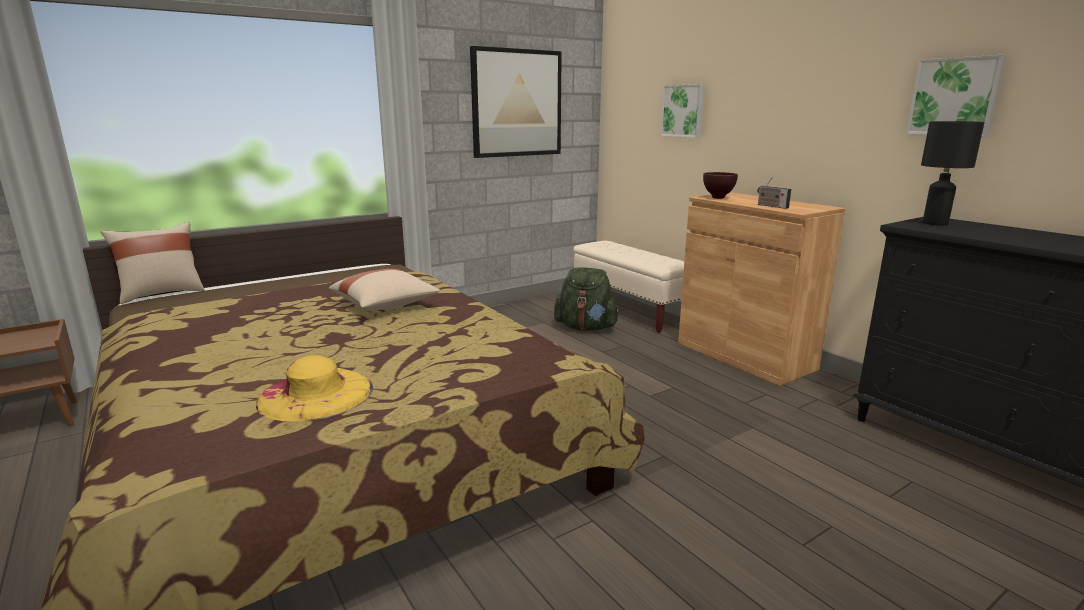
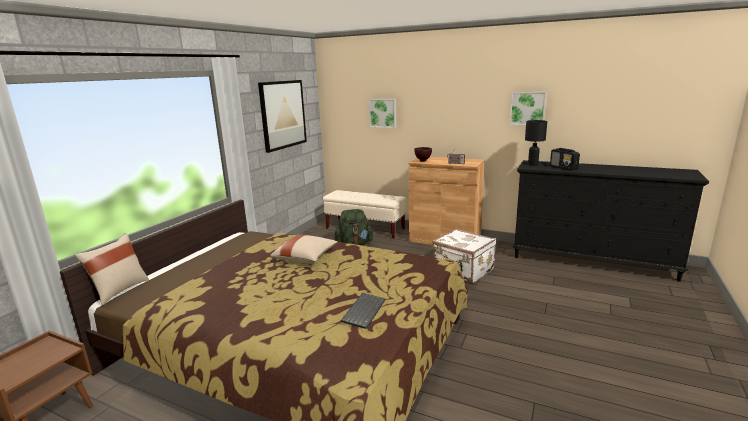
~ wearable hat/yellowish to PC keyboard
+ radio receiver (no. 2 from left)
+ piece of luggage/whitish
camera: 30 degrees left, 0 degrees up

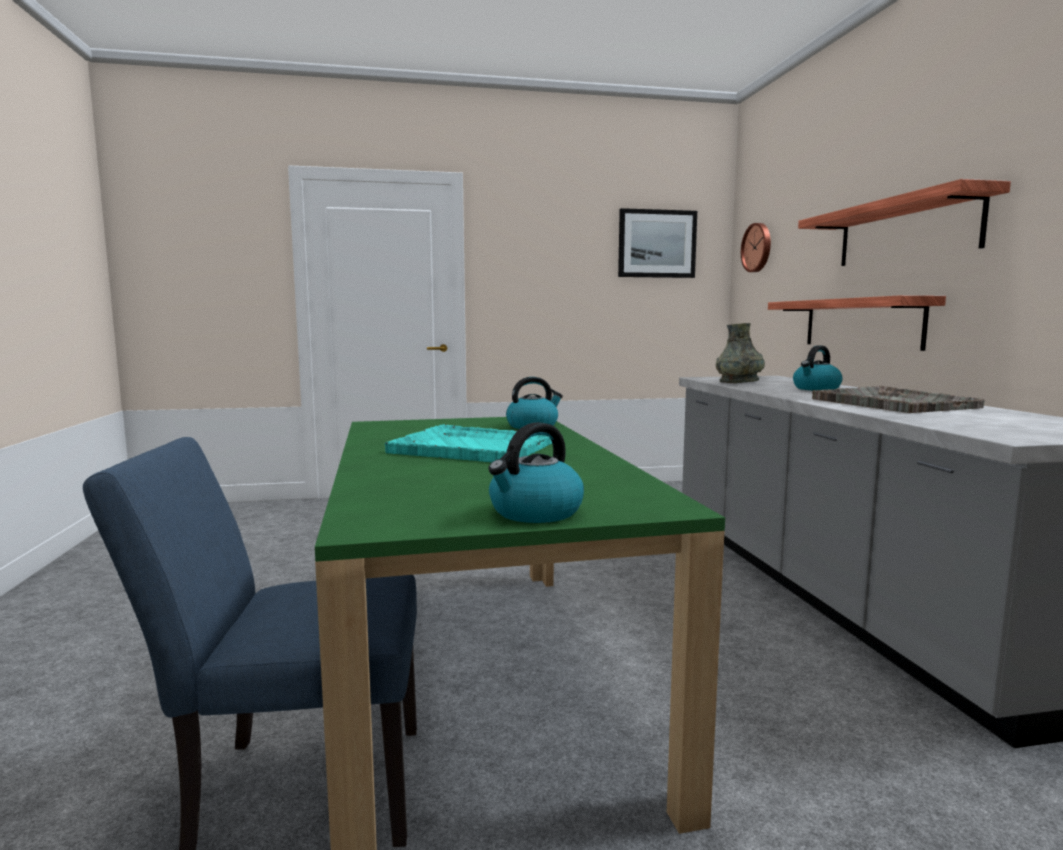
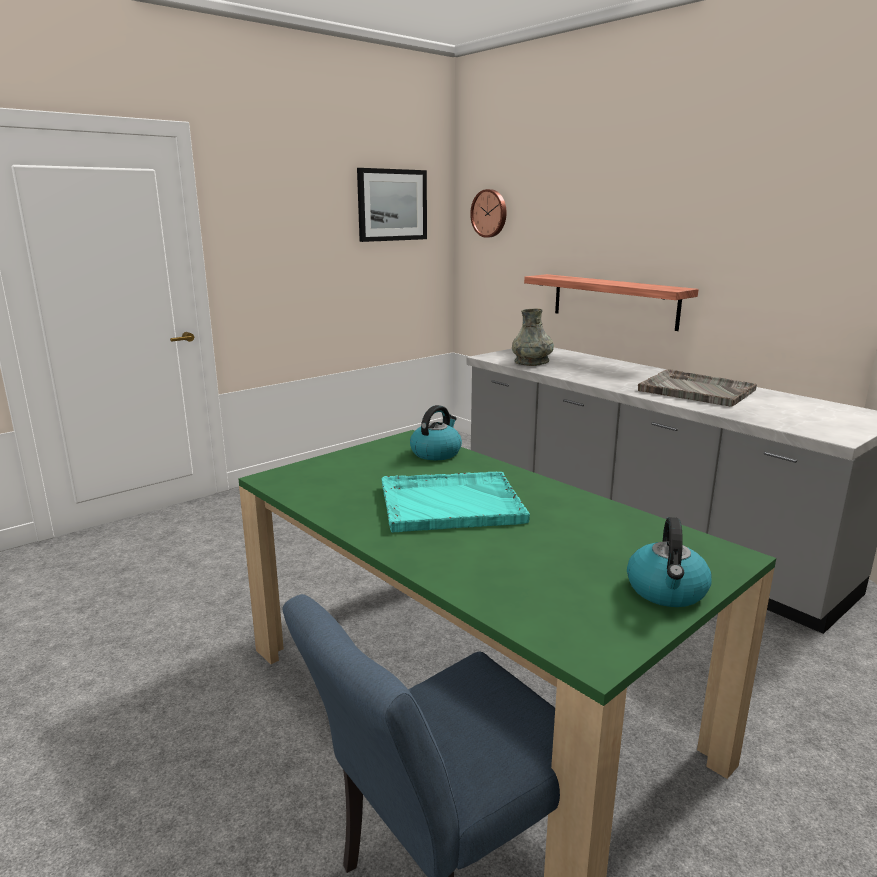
- bracket shelf (no. 2 from left)
- kettle (no. 3 from left)
camera: 30 degrees left, 10 degrees up

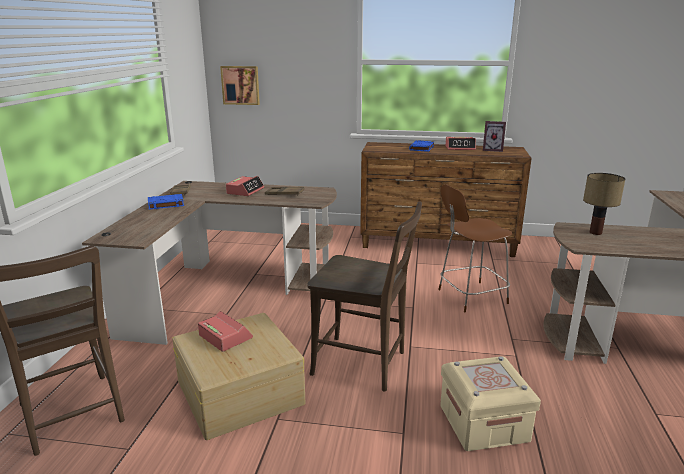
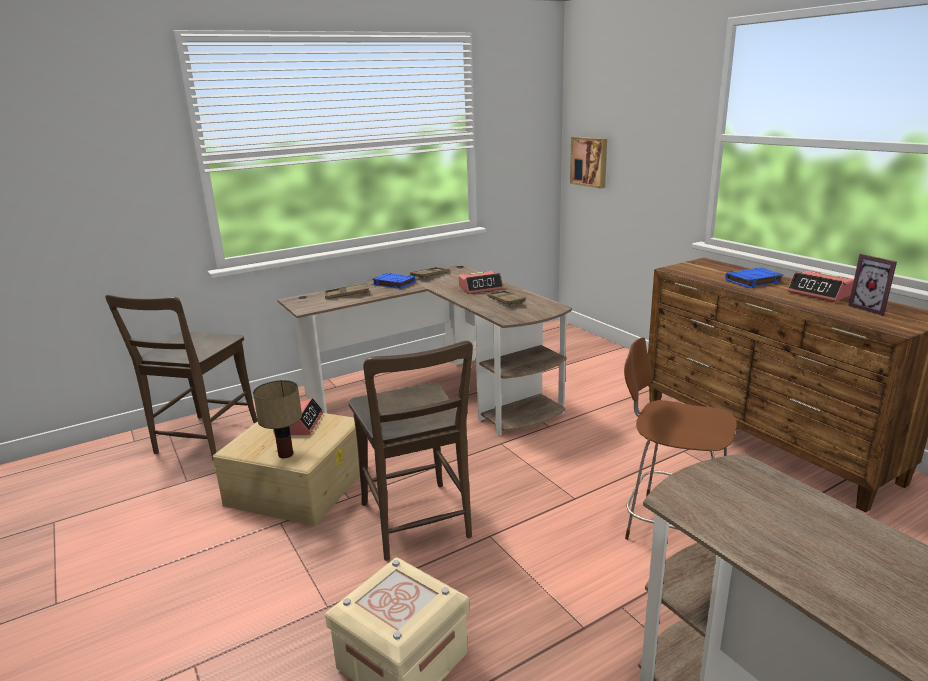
~ tabletop lamp
+ carrying tray/brown-coloured (no. 1 from left)
camera: 50 degrees right, 0 degrees up

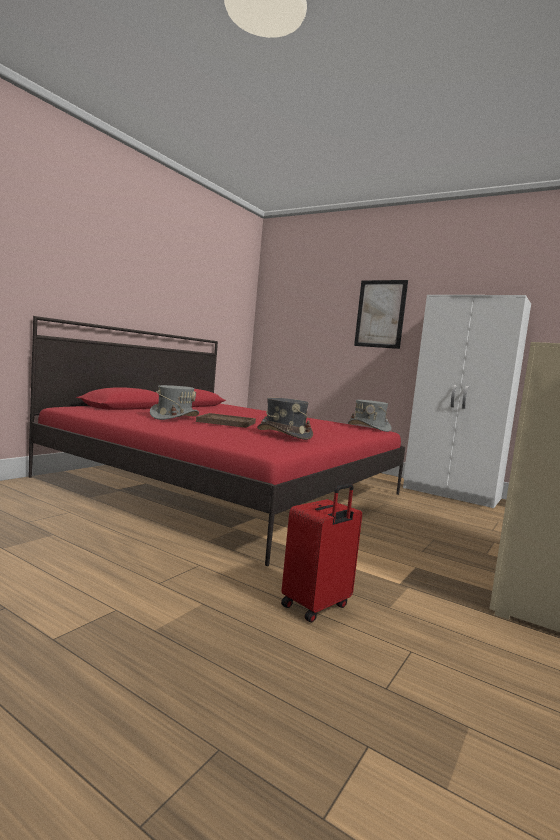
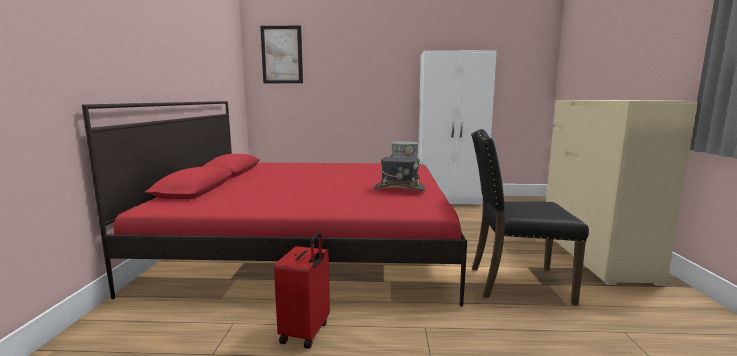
~ wall picture
- wearable hat/greyish (no. 1 from left)
- carrying tray/brown-coloured
~ piece of luggage/reddish
+ plain chair/black-coloured
camera: 30 degrees left, 5 degrees up

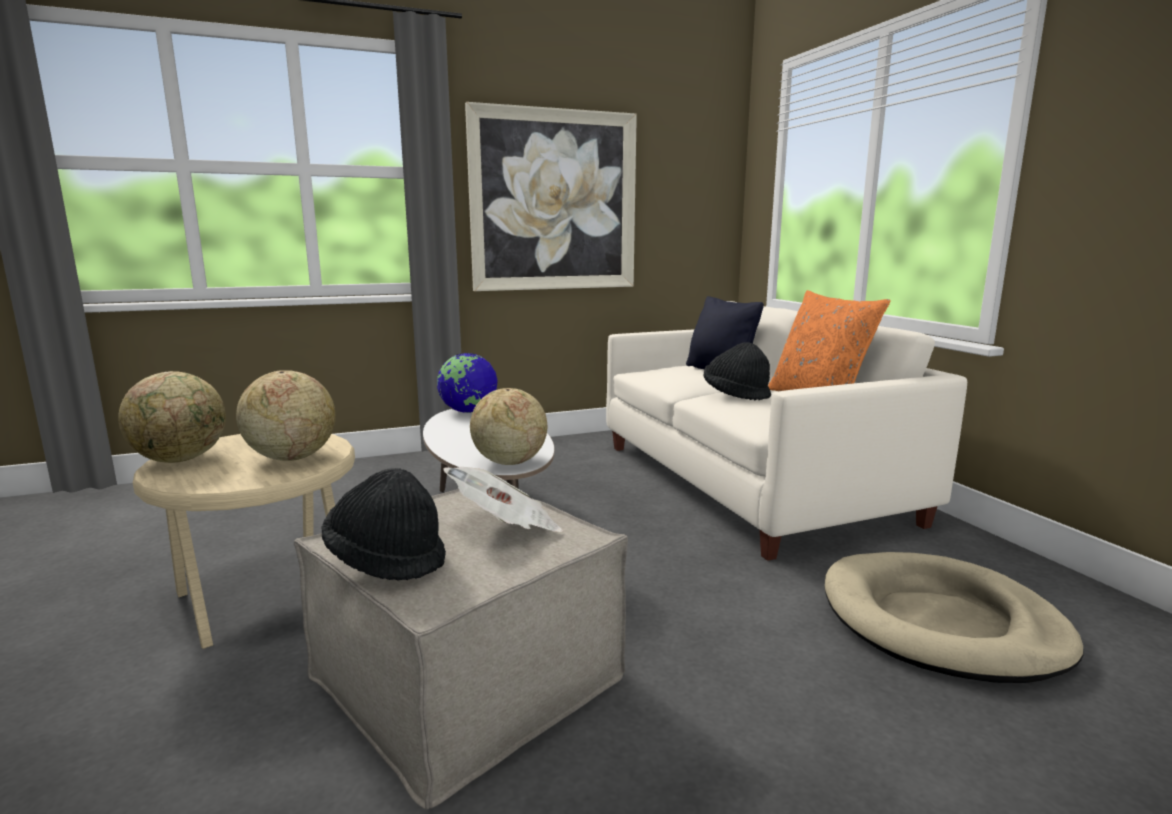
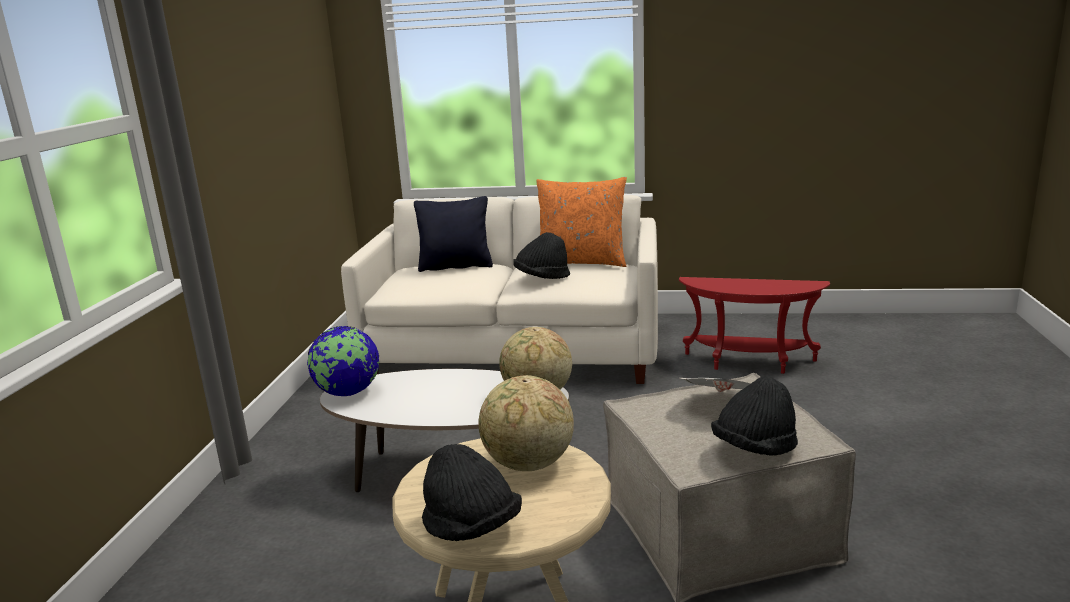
- wall picture
~ globe (no. 1 from left) to wearable hat/black-coloured (no. 1 from left)
~ pet bed/sand-coloured to side table/reddish
camera: 60 degrees left, 5 degrees up

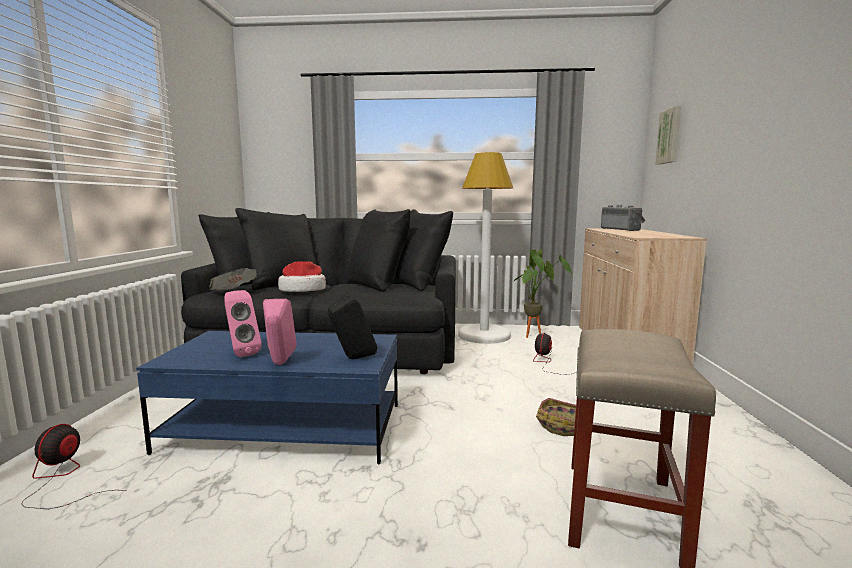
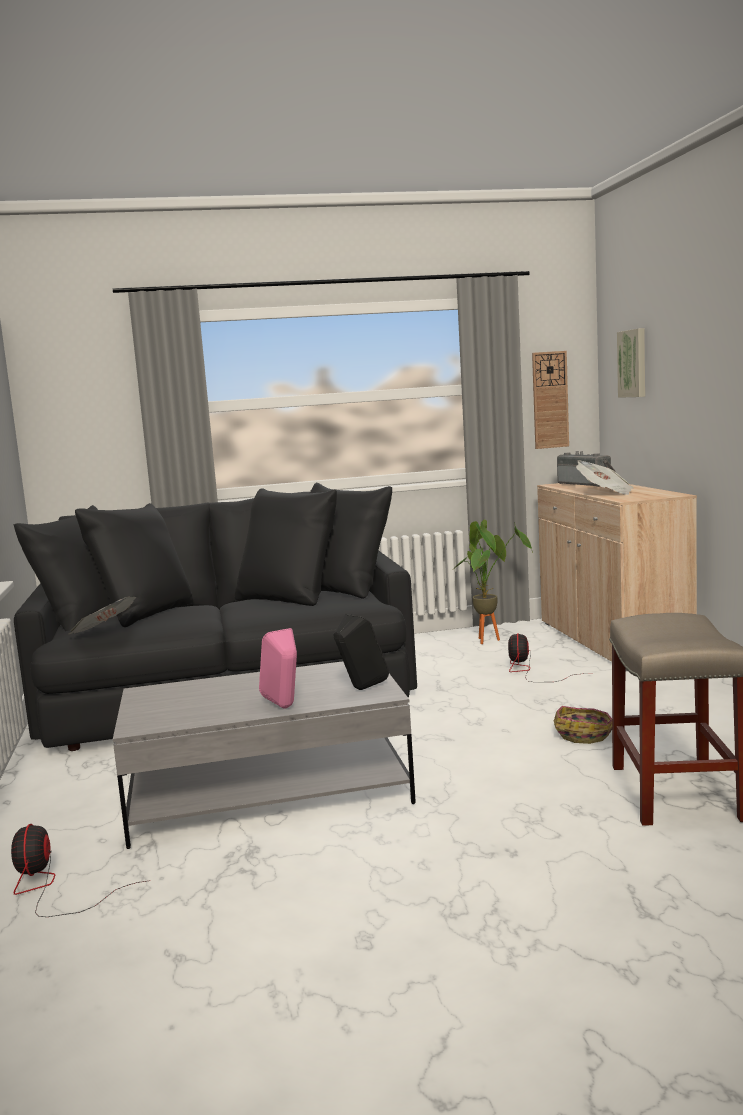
- standing lamp/whitish
- wearable hat
- audio speaker/pink (no. 1 from left)
~ low table/blue to low table/greyish
+ wall clock
+ daily paper (no. 2 from left)
camera: 15 degrees left, 0 degrees up

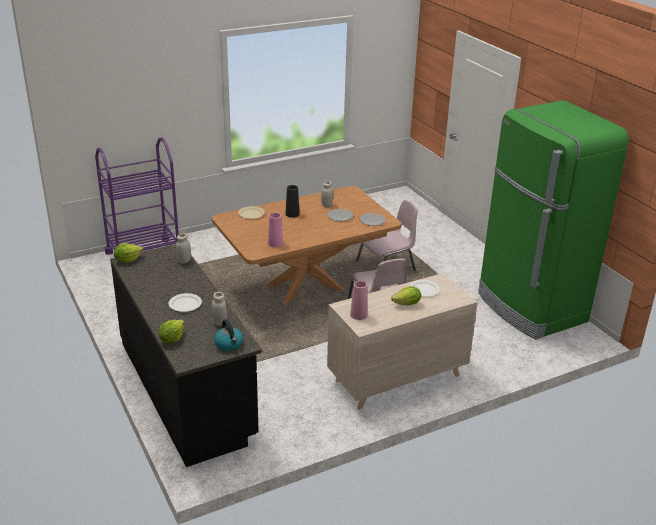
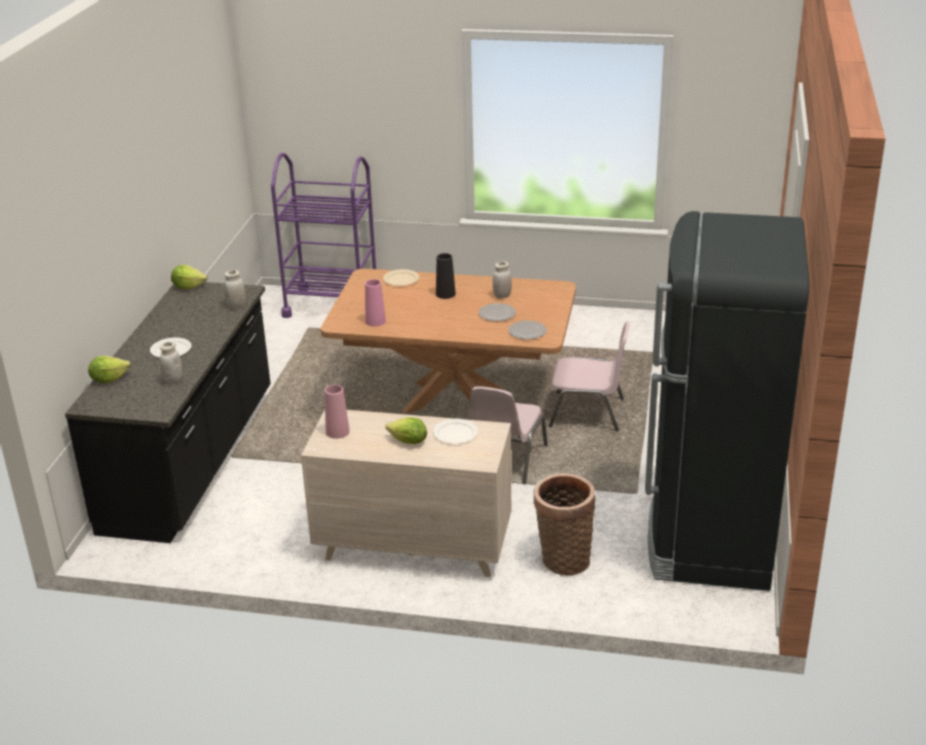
~ fridge/green-coloured to fridge/black-coloured
- kettle
+ household basket
camera: 40 degrees right, 0 degrees up

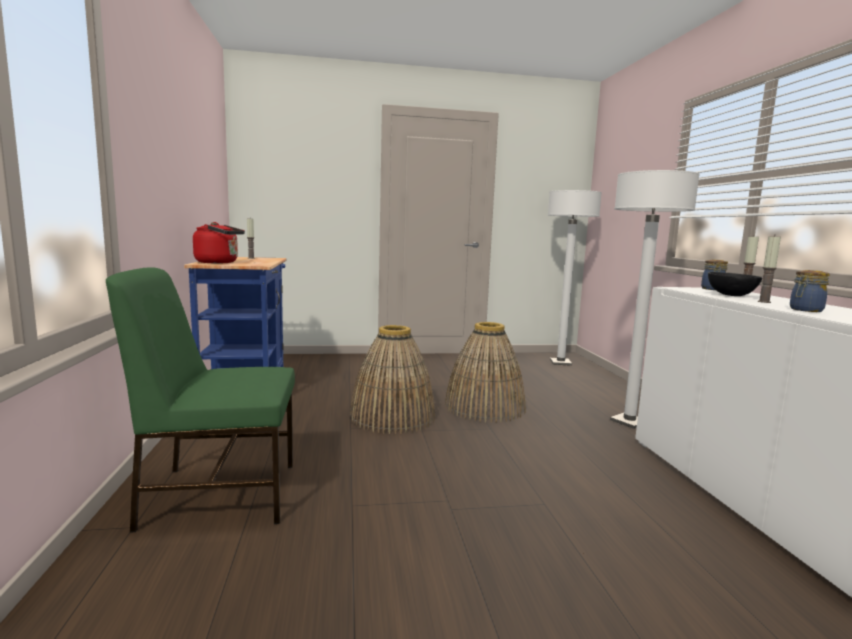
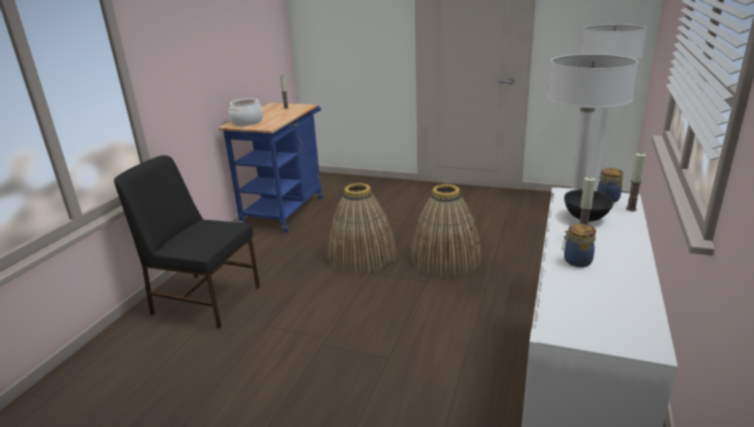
~ kettle/reddish to stockpot
~ plain chair/green-coloured to plain chair/black-coloured
camera: 30 degrees right, 15 degrees up

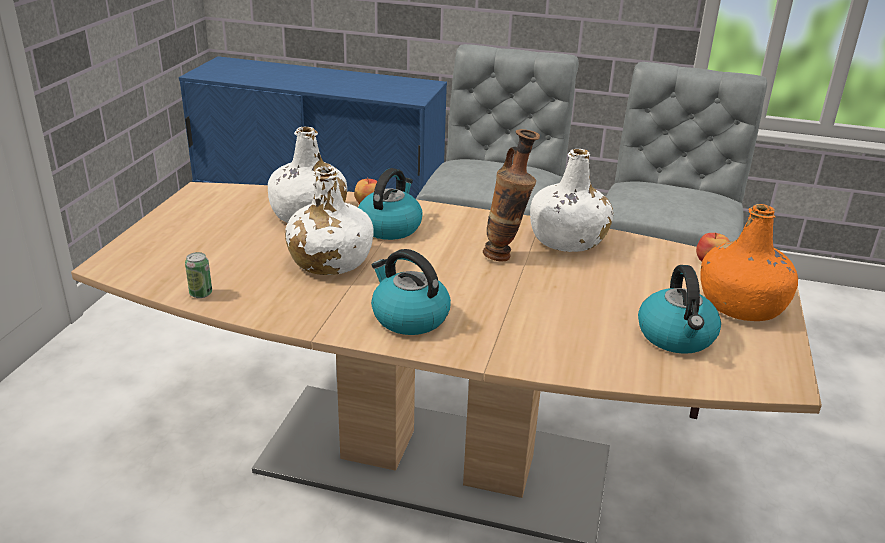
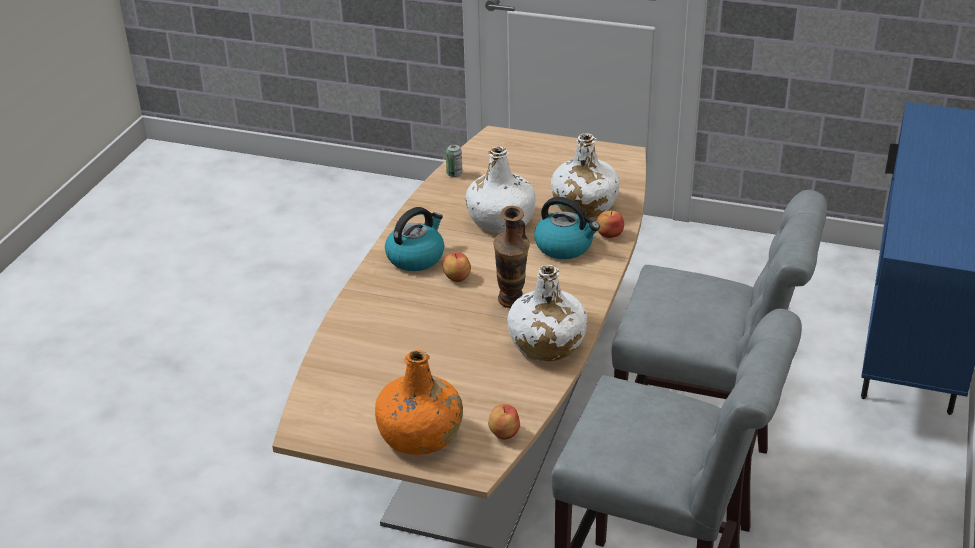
- kettle (no. 3 from left)
+ whole apple (no. 1 from left)
camera: 95 degrees right, 5 degrees up

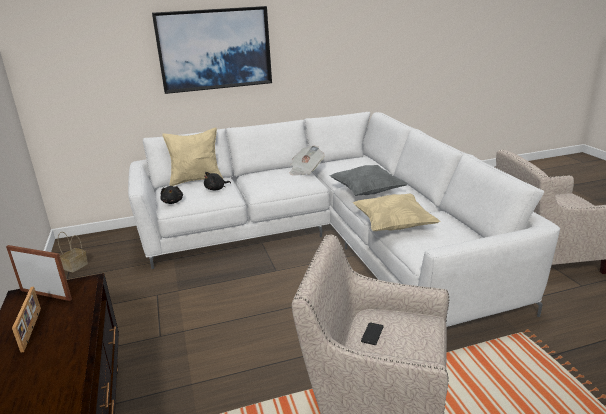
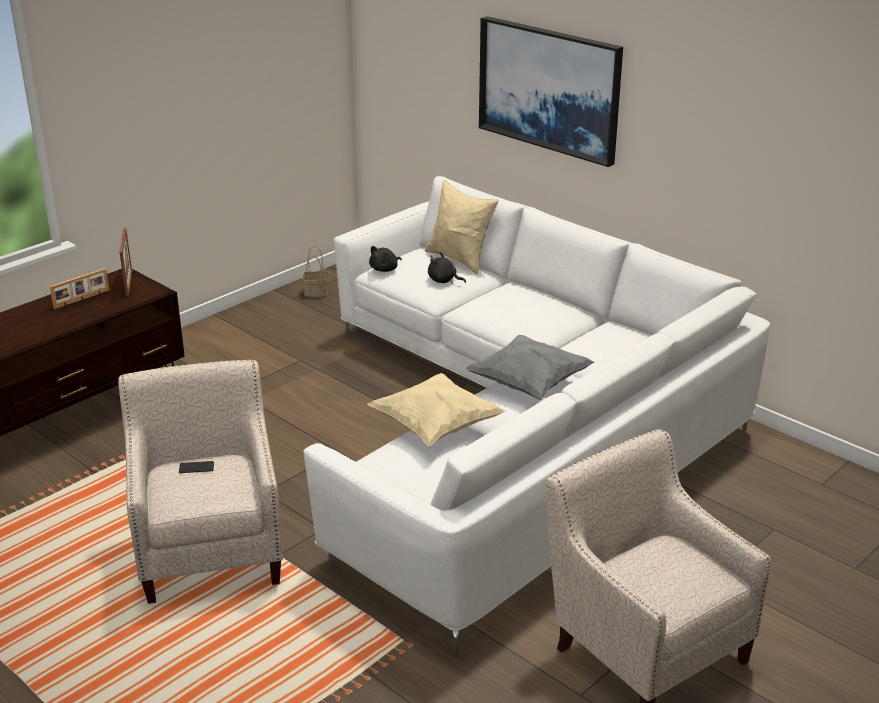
- daily paper
camera: 60 degrees right, 5 degrees up

